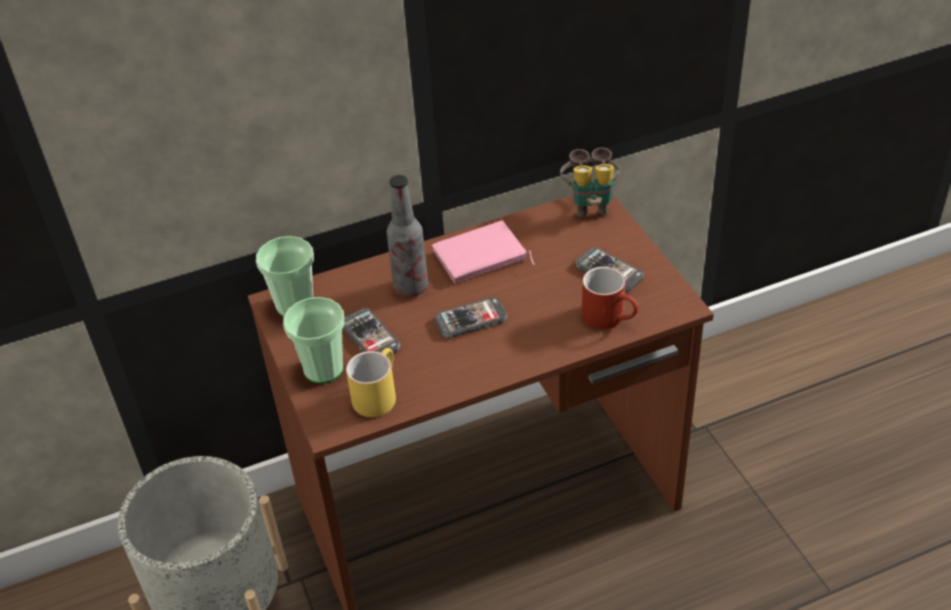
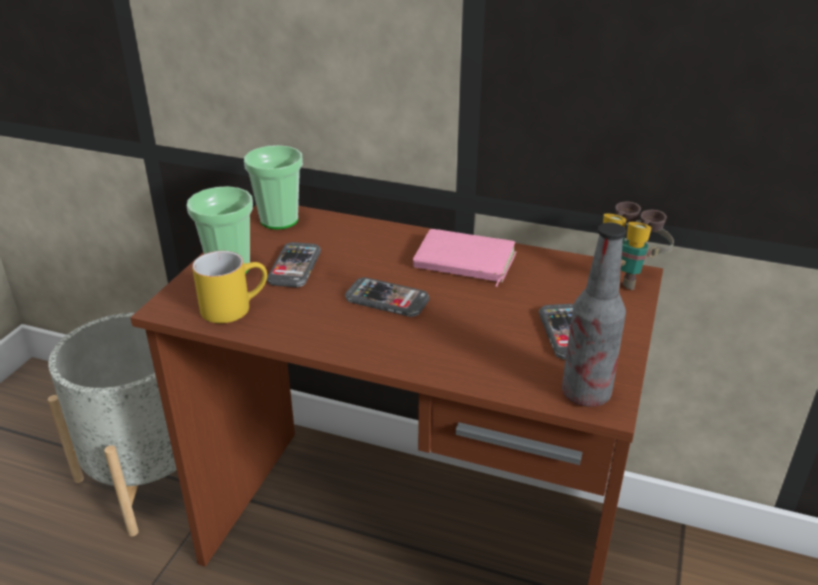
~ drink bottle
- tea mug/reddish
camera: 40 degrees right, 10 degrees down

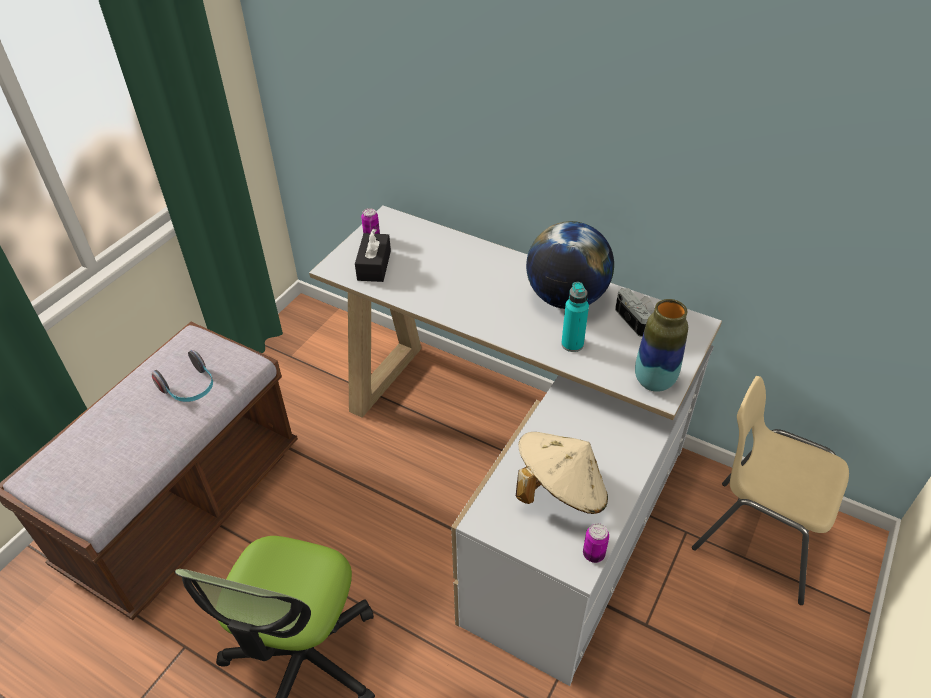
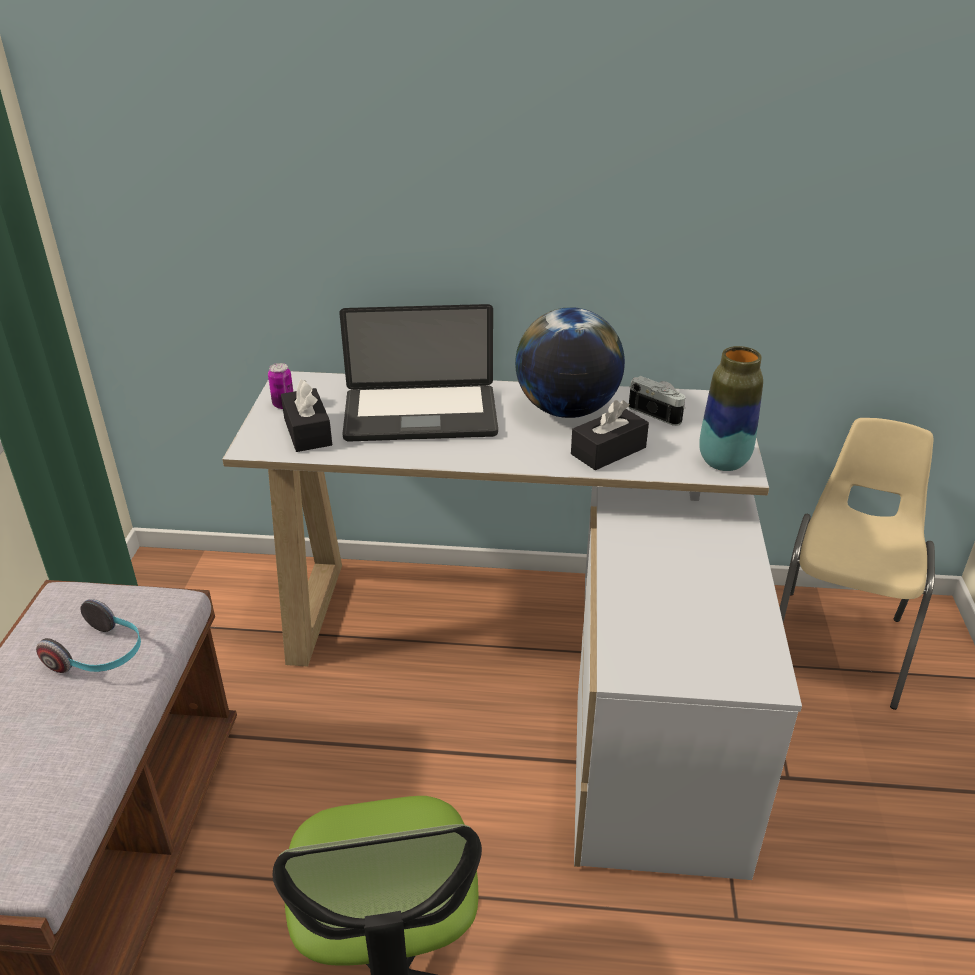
~ drink bottle/turquoise to box of tissues/black-coloured (no. 2 from left)
~ plain chair/sand-coloured 105 degrees clockwise
- wearable hat/sand-coloured
- sealed can (no. 2 from left)
+ laptop
camera: 25 degrees left, 10 degrees down

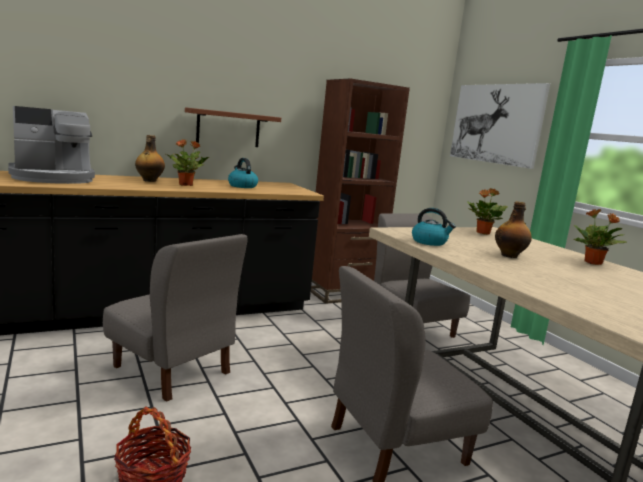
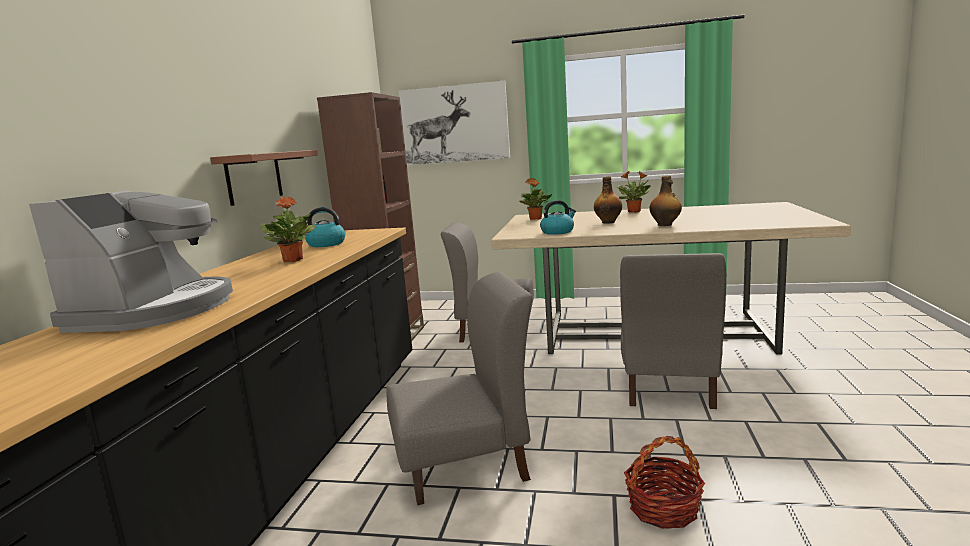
~ drink bottle (no. 1 from left in the first image) to drink bottle (no. 2 from left)
camera: 50 degrees left, 0 degrees up

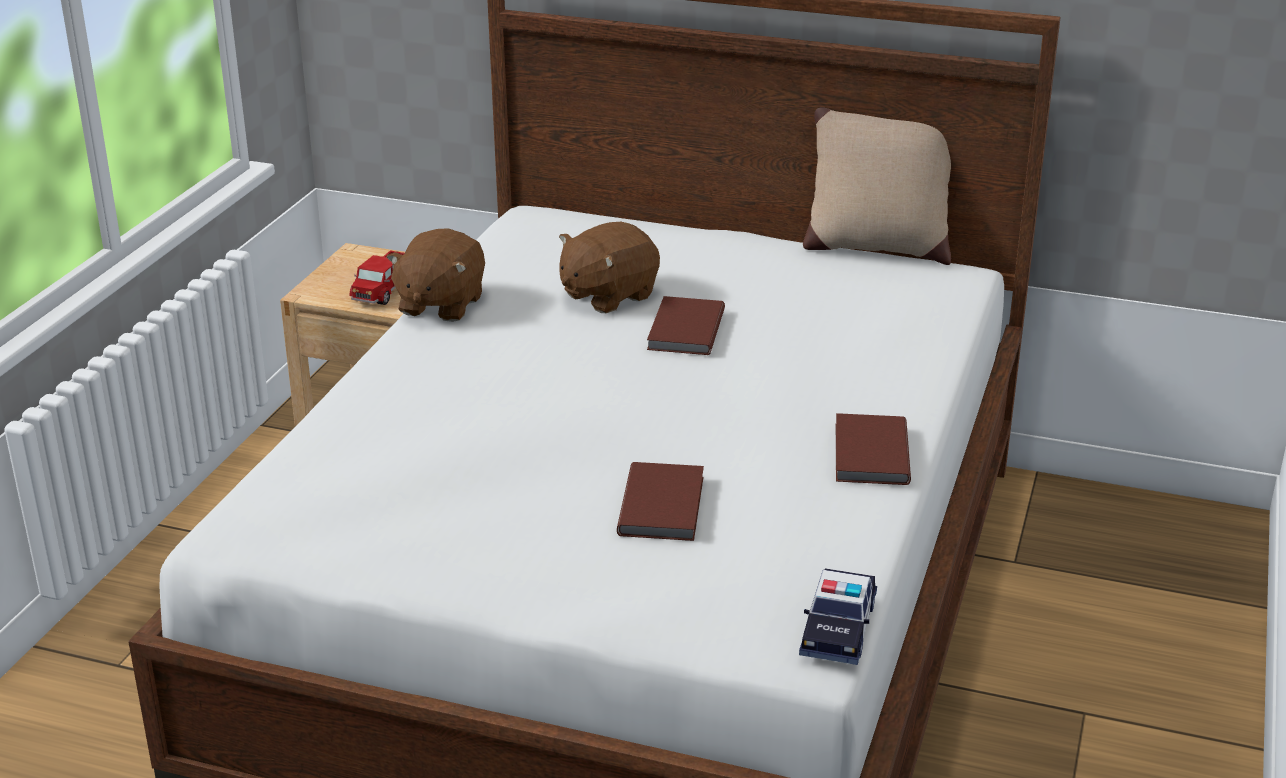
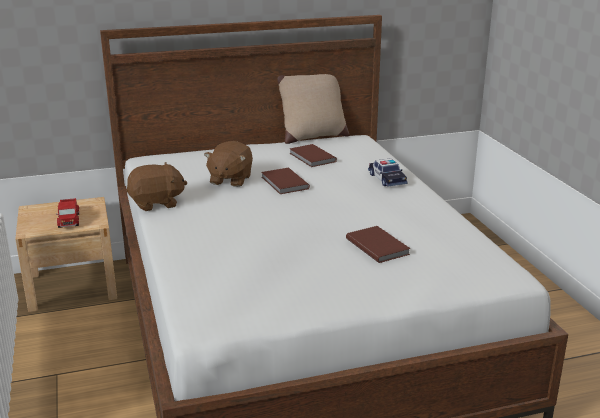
~ soft toy/brown-coloured (no. 1 from left) 90 degrees counterclockwise
~ volume/brown-coloured (no. 3 from left in the first image) to volume/brown-coloured (no. 2 from left)
~ toy car
camera: 35 degrees left, 5 degrees down

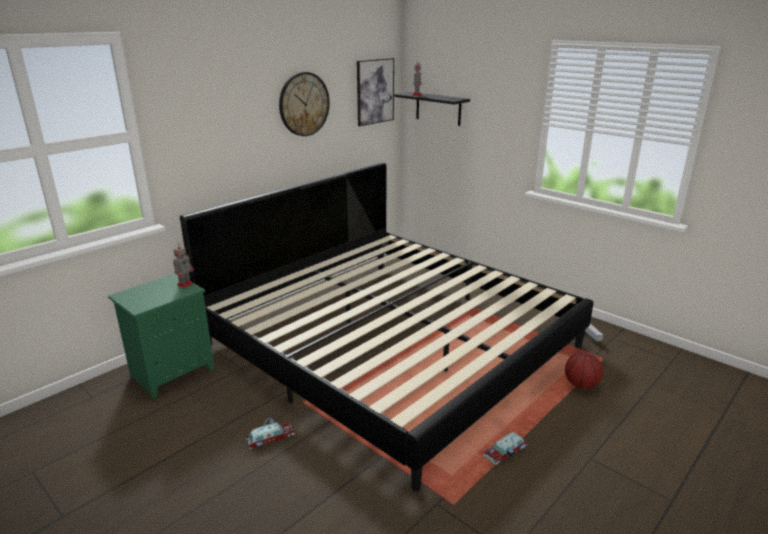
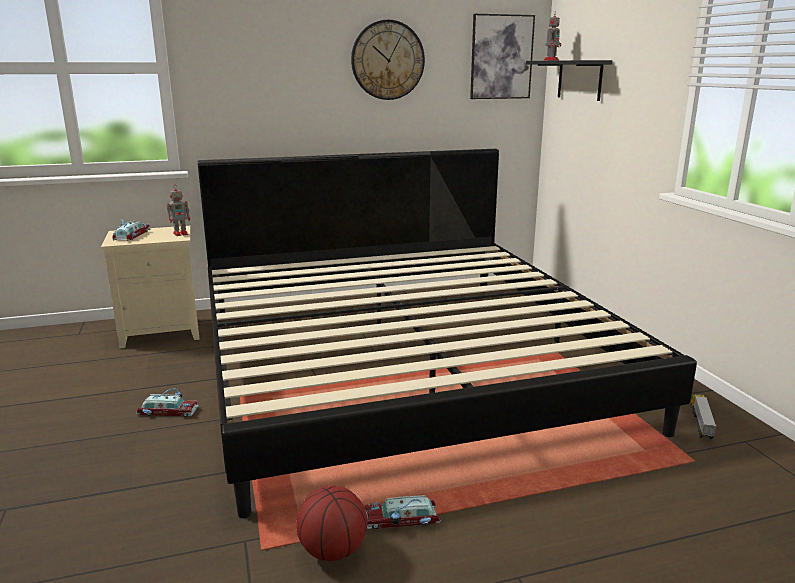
~ night table/green-coloured to night table/sand-coloured
~ basketball
+ toy car (no. 1 from left)
camera: 30 degrees right, 5 degrees down

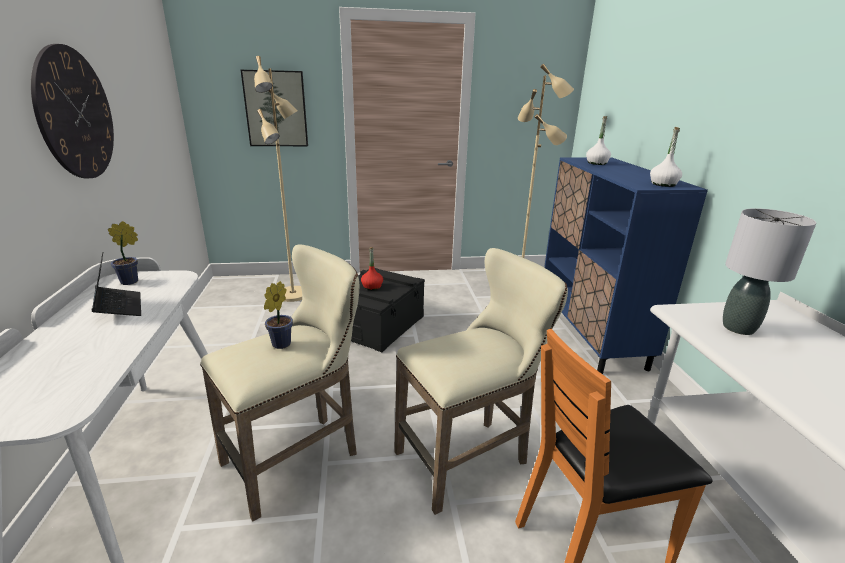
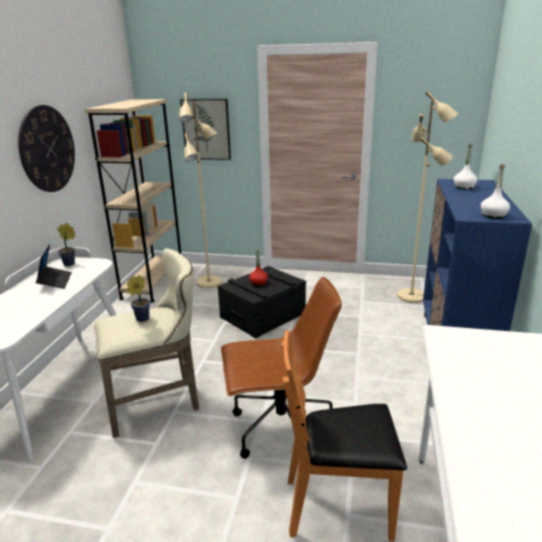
- tabletop lamp/greyish
~ sitting stool/sand-coloured (no. 2 from left) to desk chair/brown-coloured
+ bookshelf/sand-coloured
camera: 20 degrees right, 0 degrees up

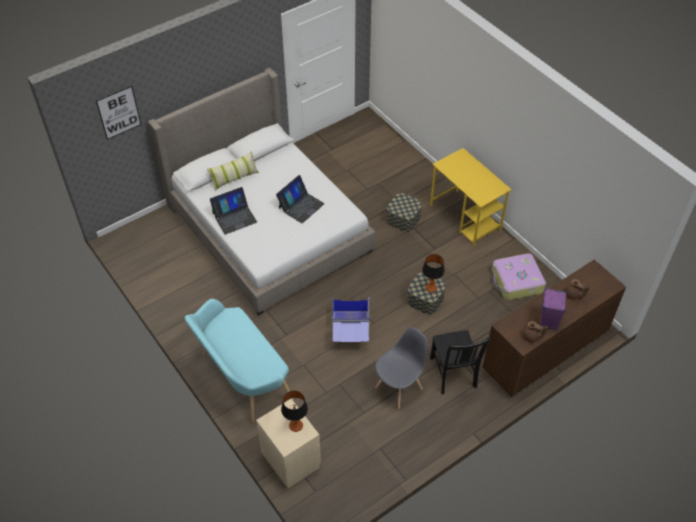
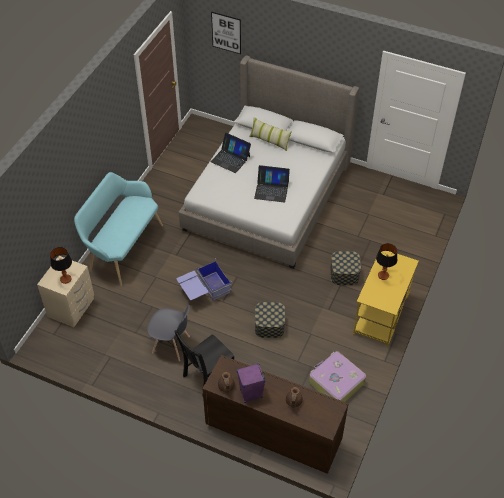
~ tabletop lamp (no. 2 from left)
camera: 60 degrees right, 0 degrees up

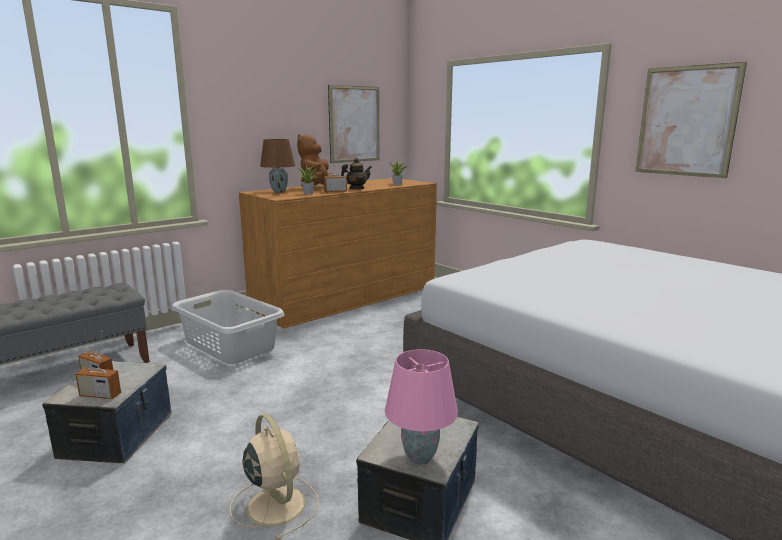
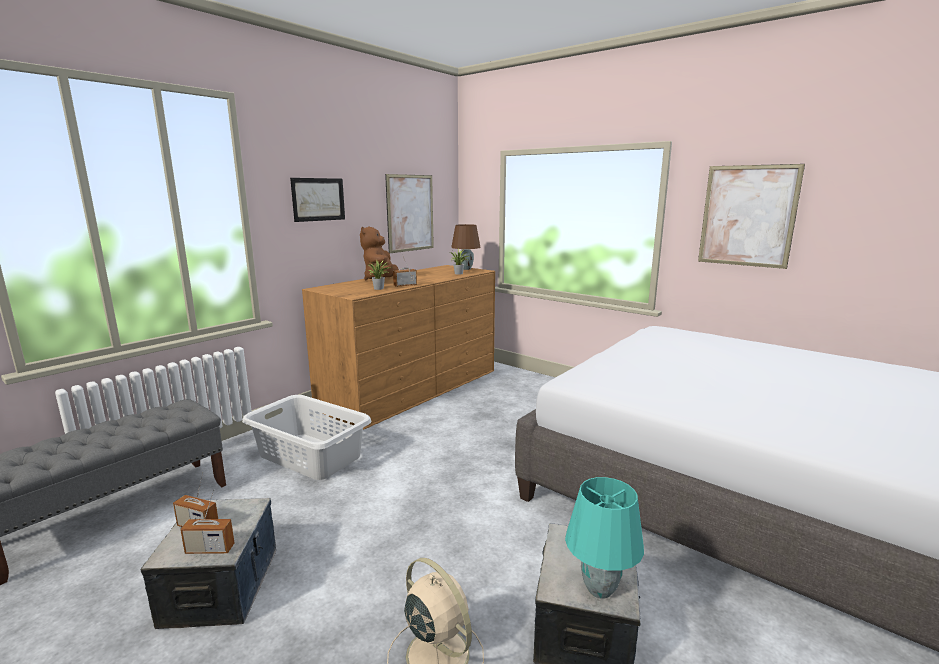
~ tabletop lamp/brown-coloured
- teapot
~ tabletop lamp/pink to tabletop lamp/turquoise
+ wall picture (no. 1 from left)
camera: 10 degrees left, 0 degrees up

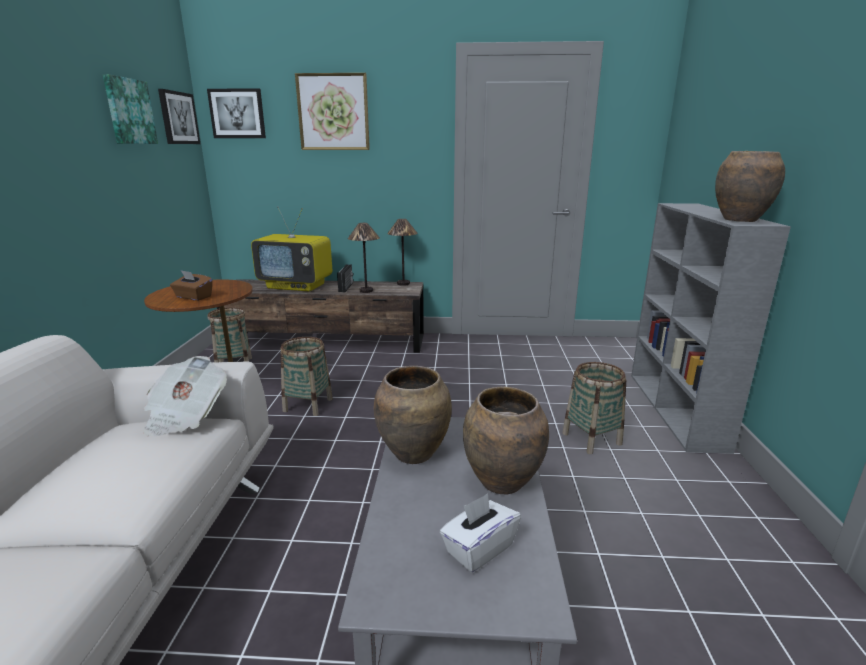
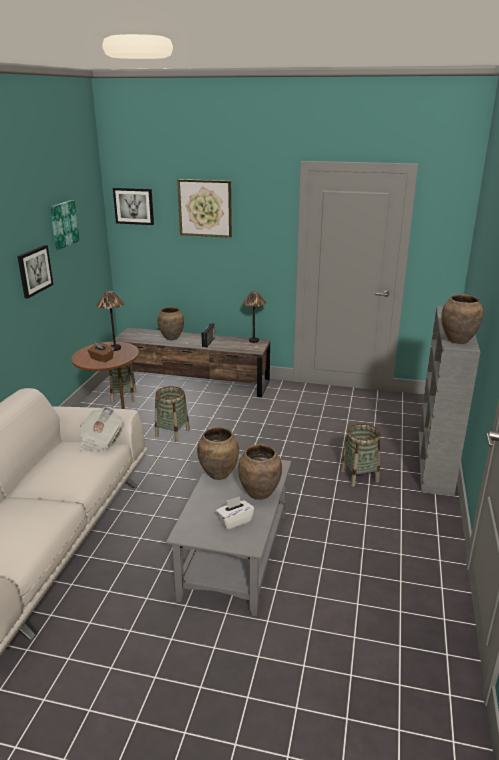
~ wall picture (no. 2 from left in the first image) to wall picture (no. 1 from left)
~ television to vase/brown-coloured (no. 1 from left)
~ tabletop lamp (no. 1 from left)
camera: 10 degrees right, 5 degrees up

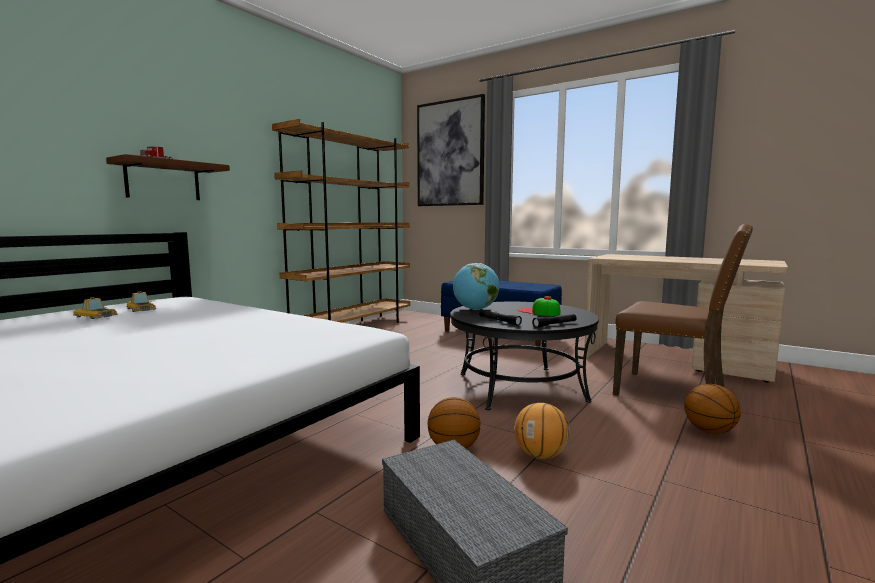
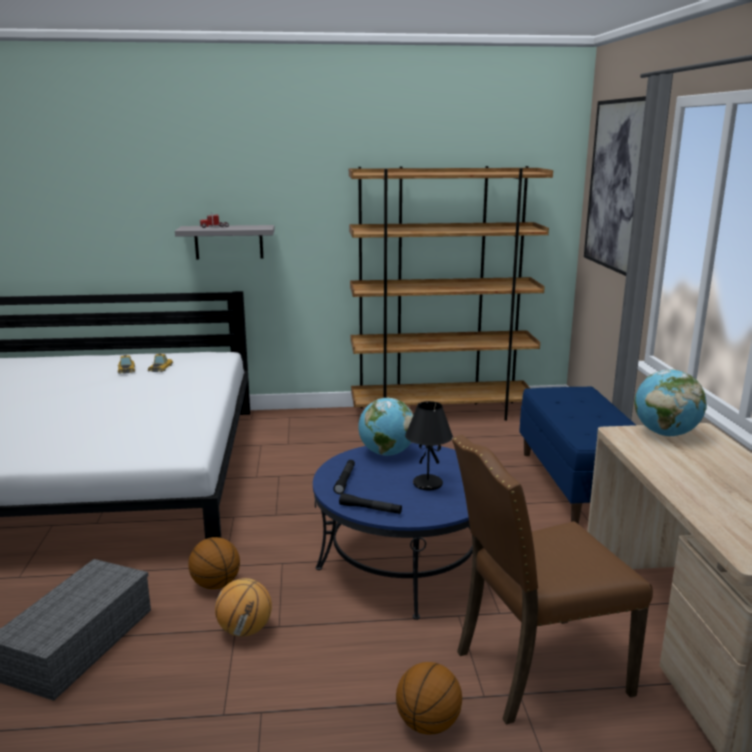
~ bracket shelf/brown-coloured to bracket shelf/greyish
~ plain chair/brown-coloured 75 degrees clockwise
~ cap to tabletop lamp/black-coloured
~ low table/black-coloured to low table/blue
+ globe (no. 2 from left)
camera: 50 degrees right, 10 degrees up

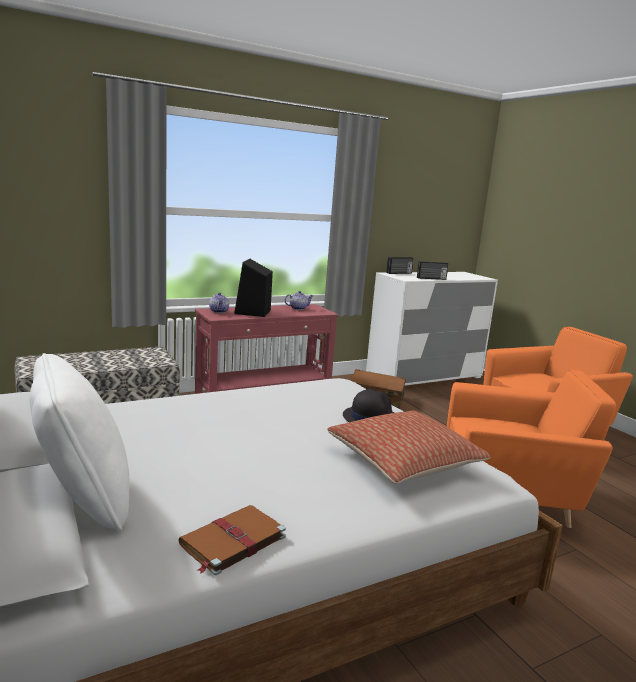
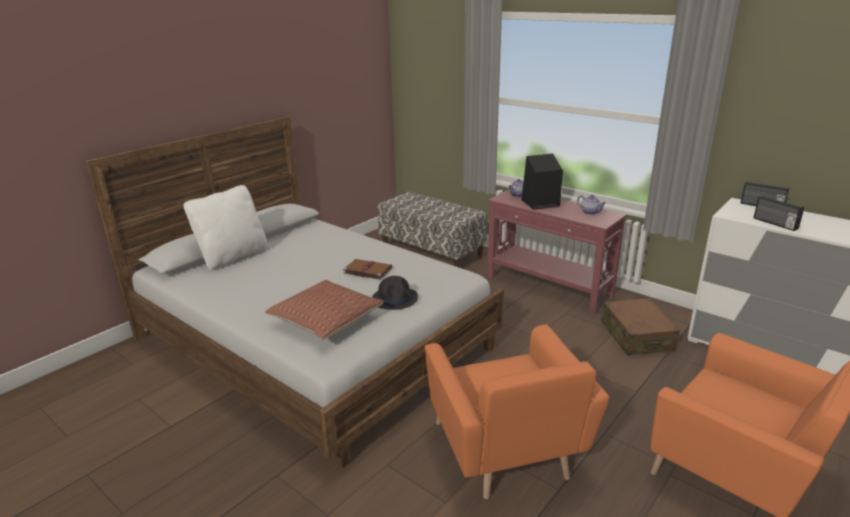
~ volume/brown-coloured
camera: 70 degrees right, 10 degrees up

